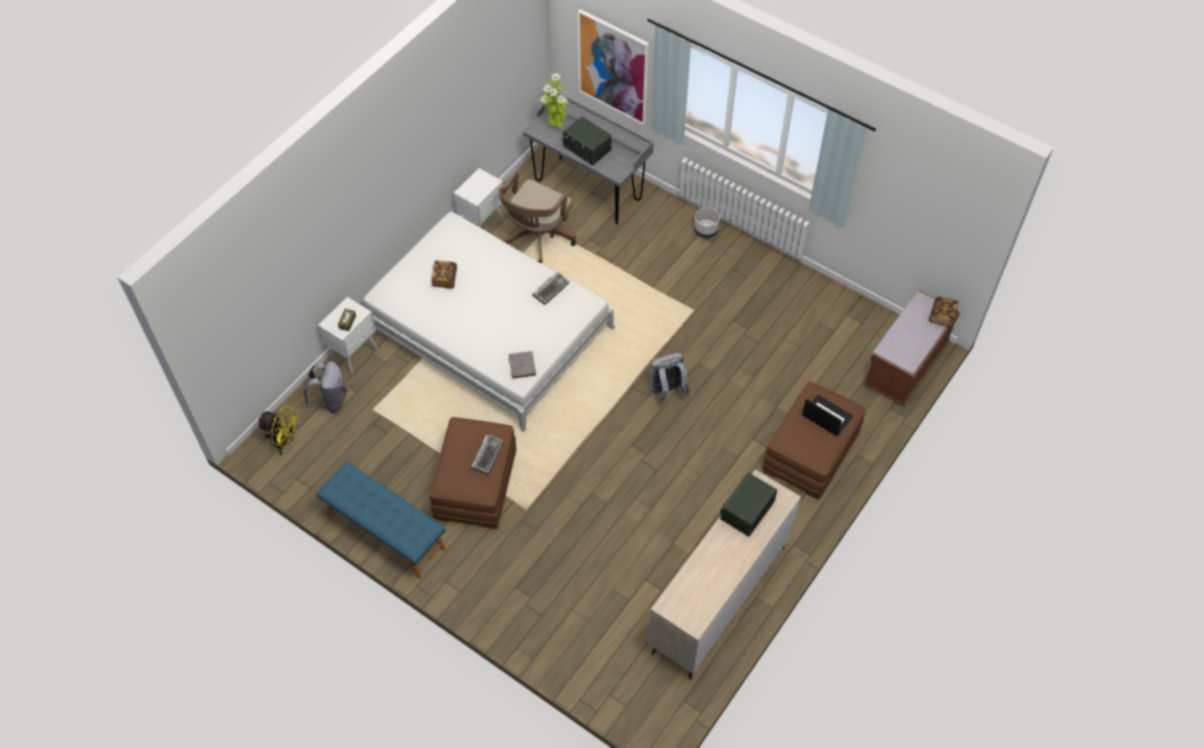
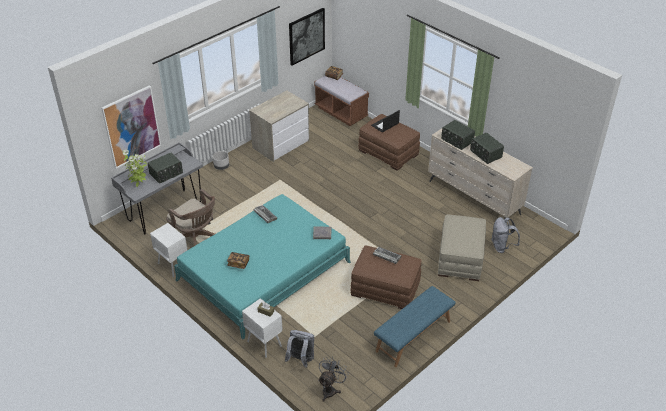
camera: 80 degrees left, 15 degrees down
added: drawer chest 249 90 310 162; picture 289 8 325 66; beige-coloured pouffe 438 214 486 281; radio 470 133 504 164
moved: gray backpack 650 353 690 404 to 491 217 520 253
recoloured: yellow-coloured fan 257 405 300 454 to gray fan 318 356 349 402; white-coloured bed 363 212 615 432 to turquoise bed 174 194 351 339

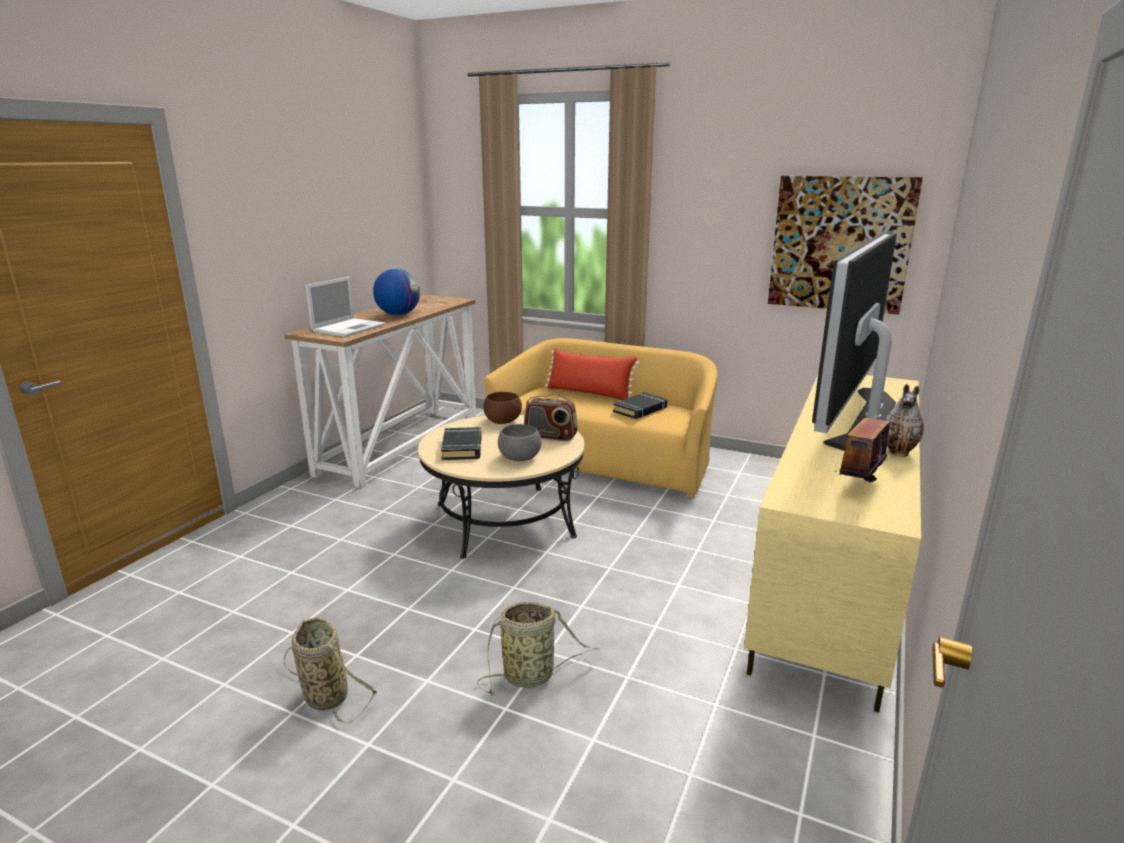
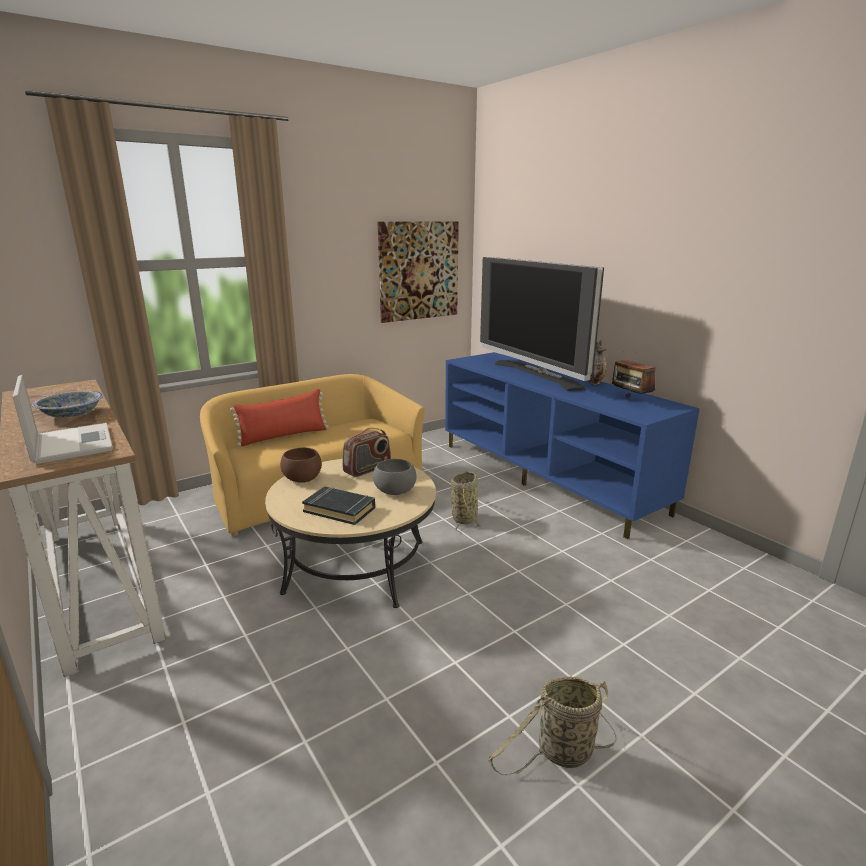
camera: 60 degrees left, 0 degrees up
removed: black-coloured bound book 613 393 667 419
moved: storage basket 477 602 600 696 to 451 471 481 532
replaced: desk globe 373 269 420 315 to deep dish 32 391 103 417
recoloured: beige-coloured tv stand 744 375 921 712 to blue tv stand 445 352 700 539

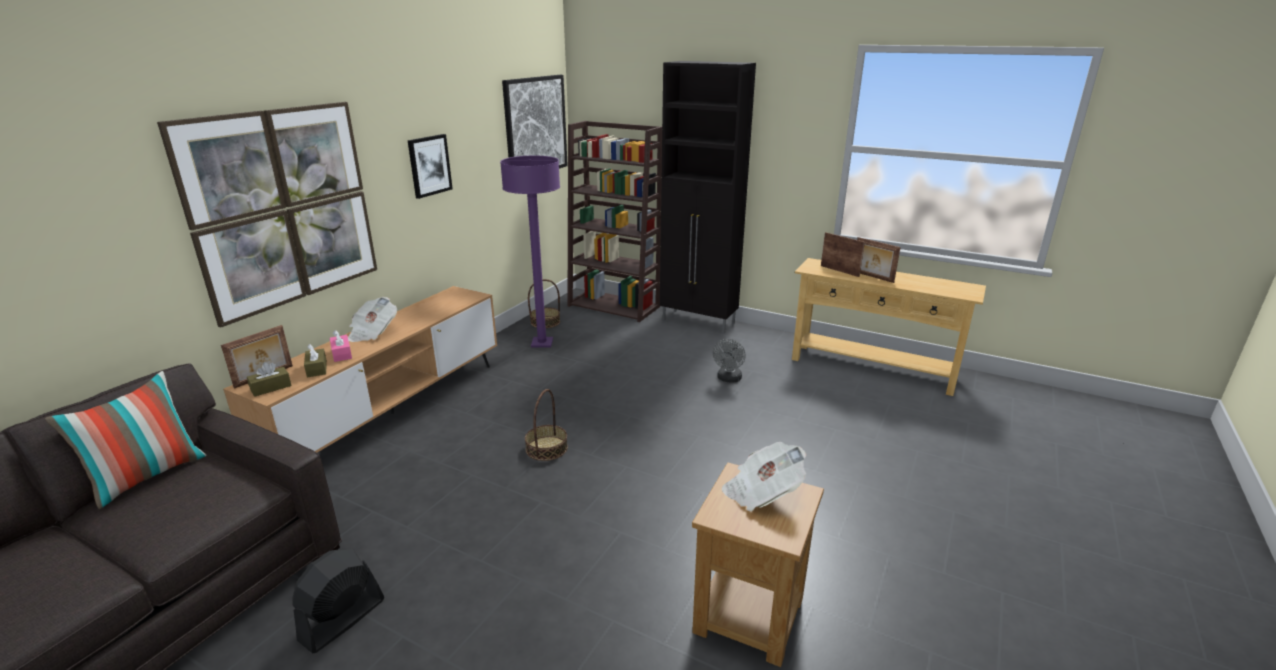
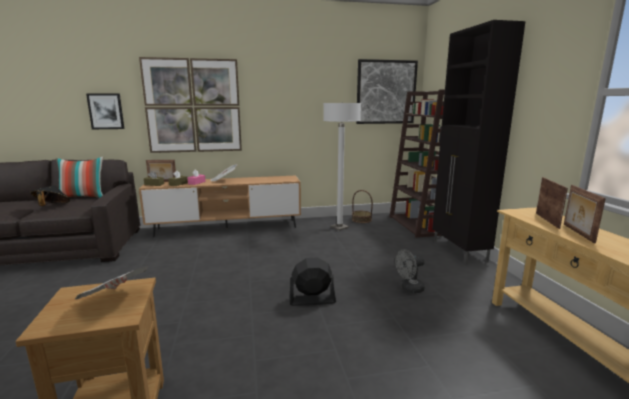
camera: 50 degrees right, 10 degrees down
removed: storage basket 525 389 568 461
added: black-coloured clothing hat 30 185 70 206
moved: black-coloured fan 292 549 385 653 to 289 258 336 306; picture 408 134 453 199 to 86 93 124 129
recoloured: purple-coloured standing lamp 500 156 560 348 to white-coloured standing lamp 323 102 361 231

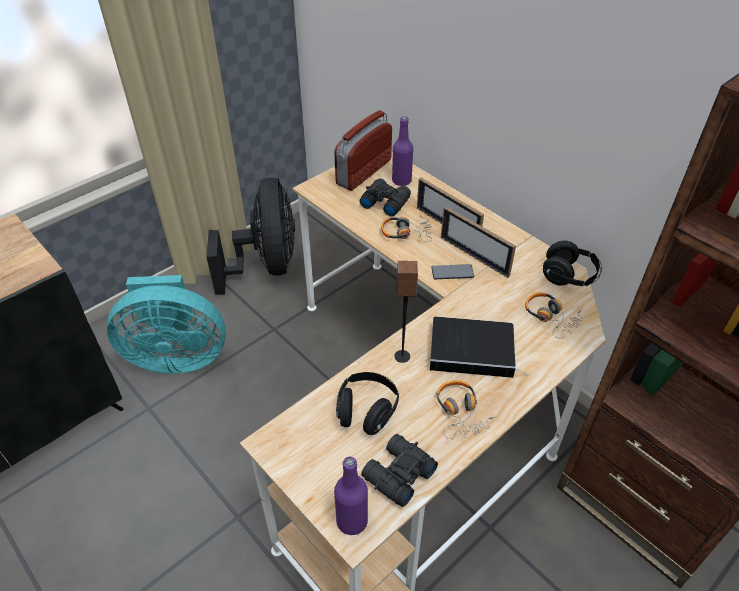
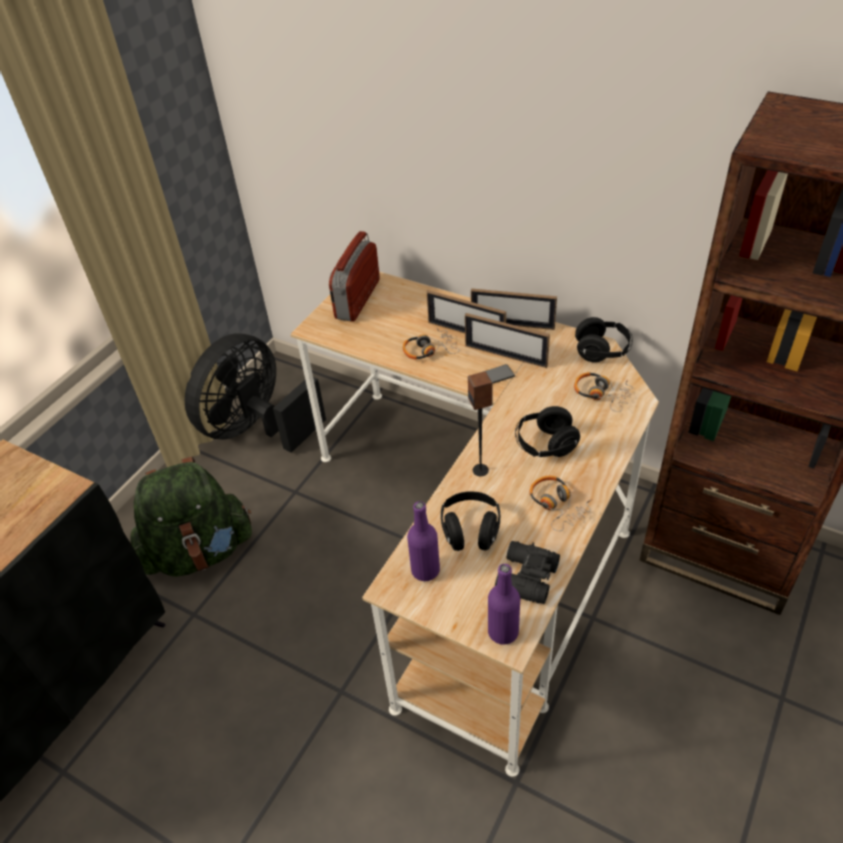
camera: 15 degrees left, 0 degrees up
removed: black-coloured pair of binoculars 360 179 411 216
added: picture frame 471 288 557 330
moved: purple-coloured bottle 392 116 413 186 to 407 501 440 581
replaced: turquoise fan 107 275 226 373 to green backpack 130 457 252 577; bound book 430 316 529 378 to black-coloured headphones 515 406 580 457
turned: black-coloured fan 206 178 295 295 = 185 334 326 453 120 degrees counterclockwise

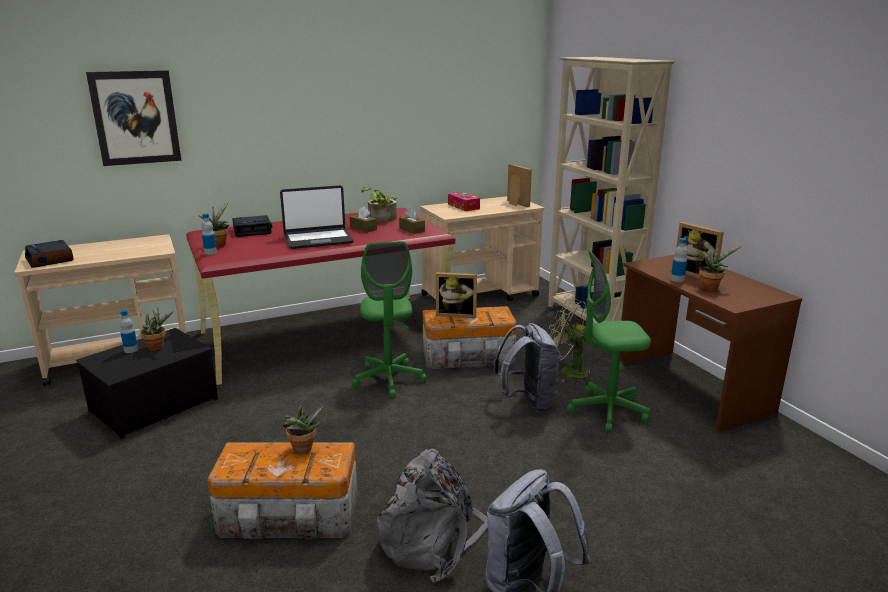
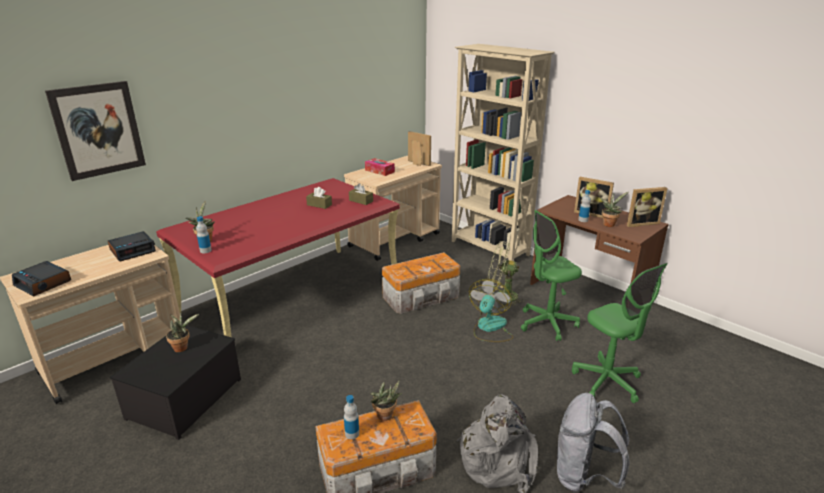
camera: 20 degrees left, 5 degrees up
removed: laptop 280 185 354 249; plant in a pot 361 186 397 222
moved: bottle 120 310 138 353 to 344 395 359 439; bedside clock 232 215 272 237 to 108 231 156 261; green computer chair 352 241 427 398 to 572 263 668 403; picture frame 436 272 477 318 to 627 187 667 227
replaced: gray backpack 493 323 560 412 to fan 469 279 513 342

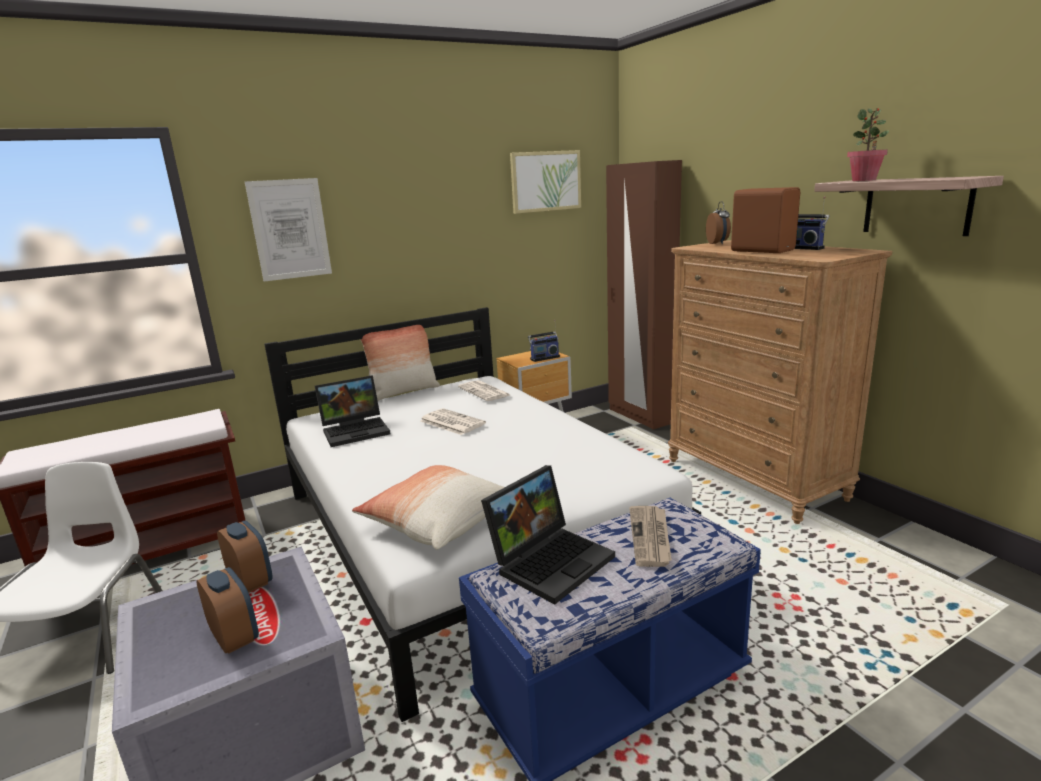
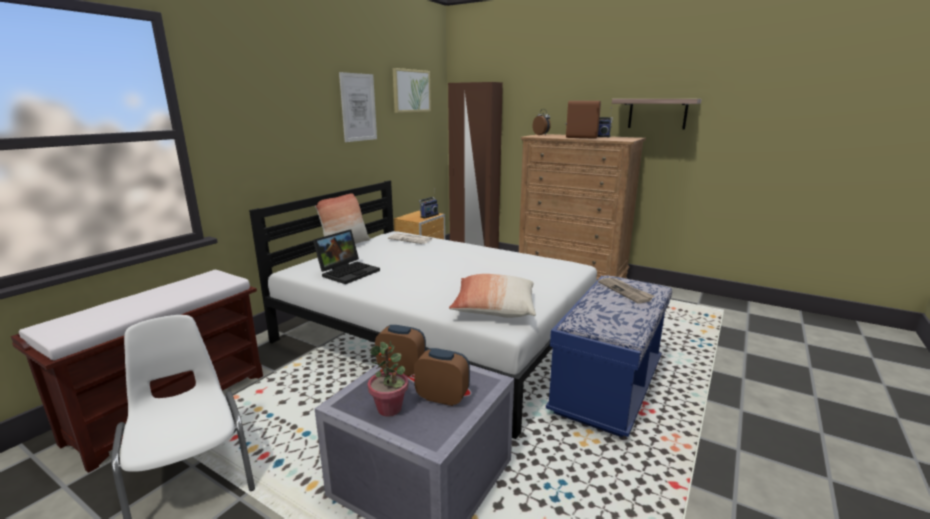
camera: 30 degrees left, 0 degrees up
removed: newspaper 420 408 486 435; laptop 481 465 615 605
moved: picture 245 178 332 282 to 339 72 377 142; plant in a pot 847 108 889 181 to 368 341 409 416

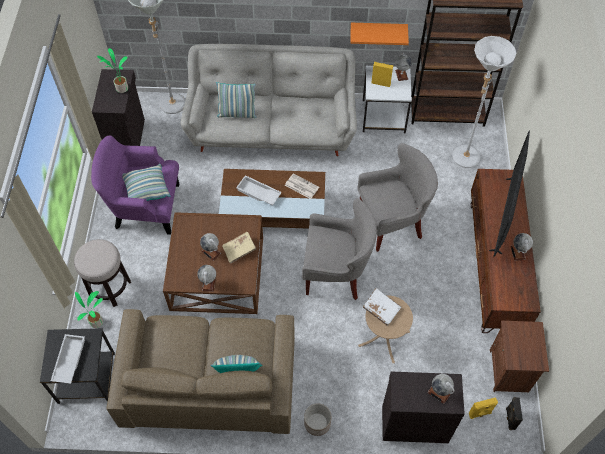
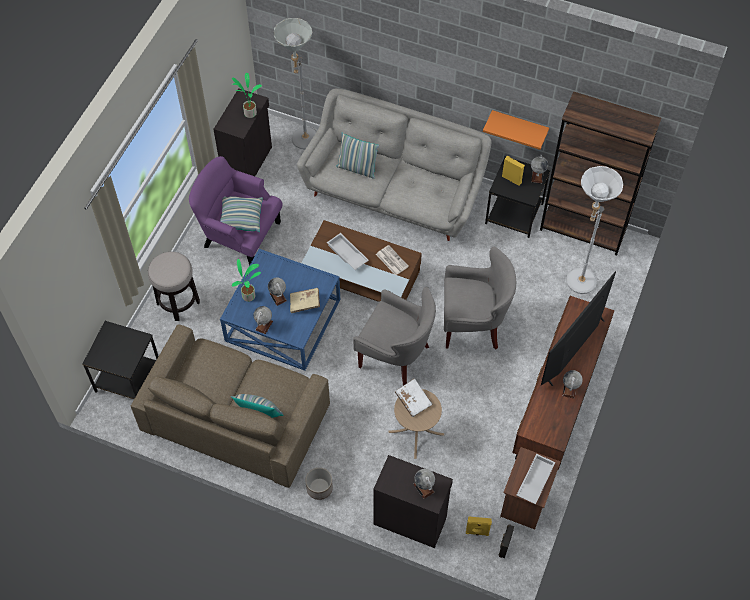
camera: 20 degrees right, 0 degrees up
moved: white-coloured tray 51 334 85 384 to 517 454 555 504; plant in a pot 75 291 103 328 to 232 259 261 302
recoloured: brown lounge table 163 212 263 314 to blue lounge table 220 249 340 371; white-coloured side table 363 66 412 134 to black-coloured side table 485 156 550 238

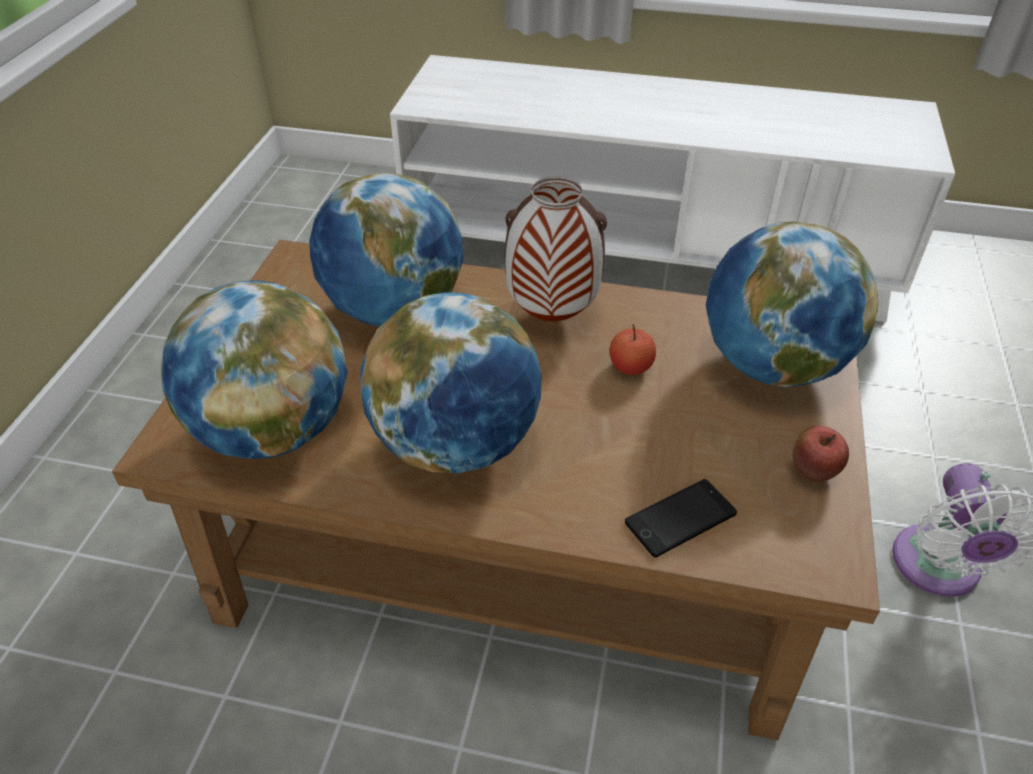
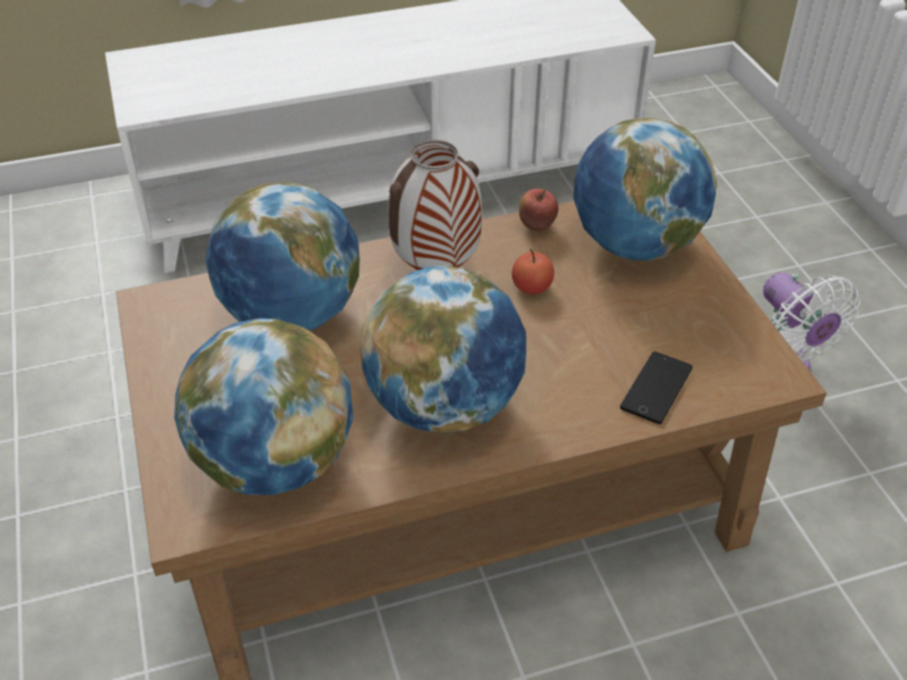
camera: 30 degrees left, 0 degrees up
moved: apple 793 426 849 482 to 519 189 558 232

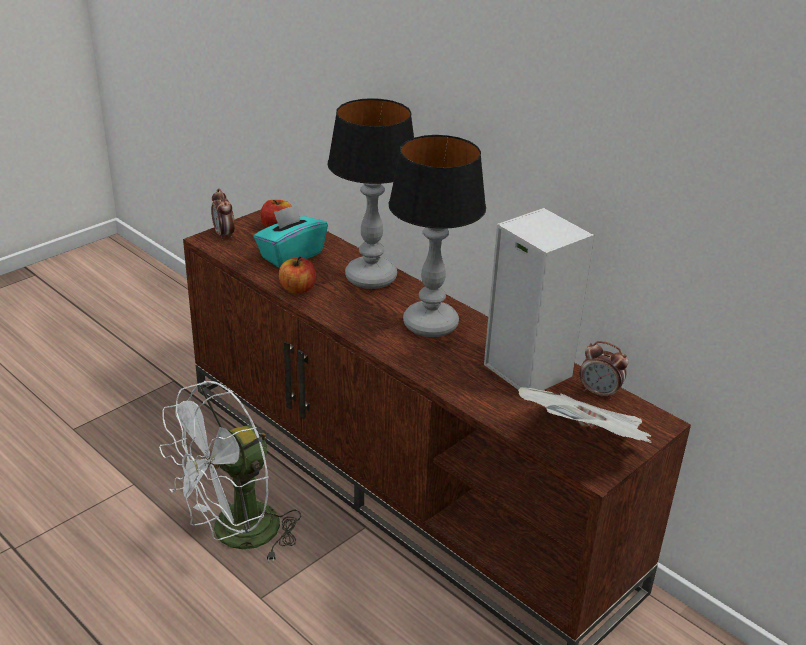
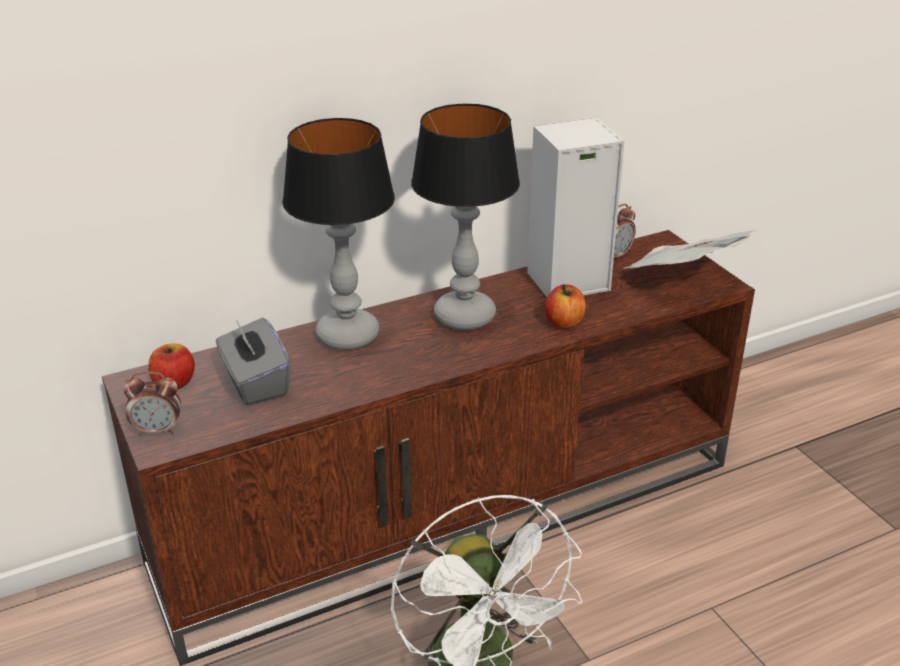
camera: 70 degrees left, 0 degrees up
moved: apple 279 257 316 294 to 545 284 586 329
recoloured: turquoise tissue box 253 204 328 268 to gray tissue box 216 318 291 405

